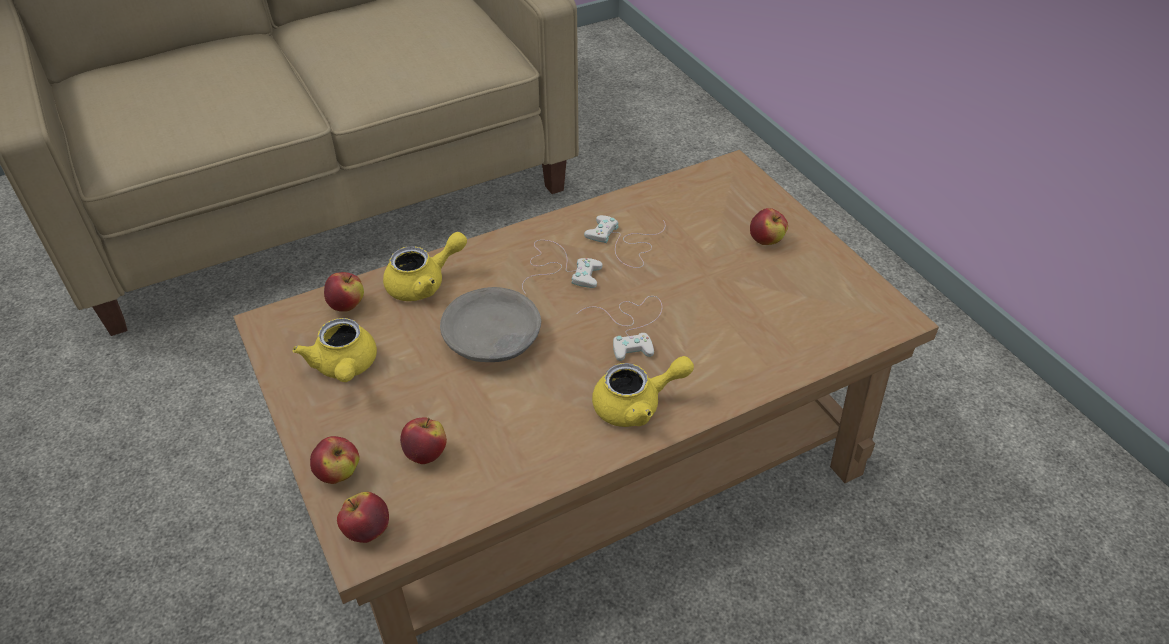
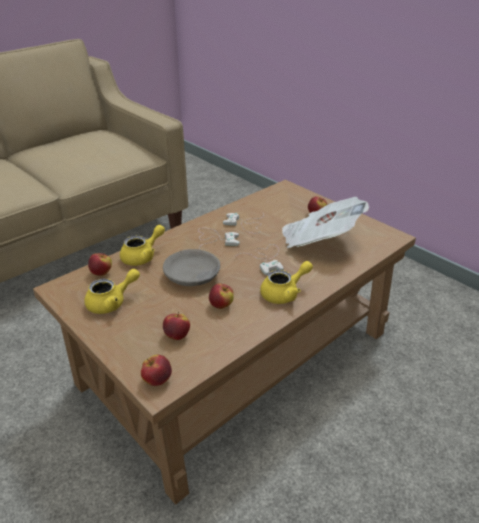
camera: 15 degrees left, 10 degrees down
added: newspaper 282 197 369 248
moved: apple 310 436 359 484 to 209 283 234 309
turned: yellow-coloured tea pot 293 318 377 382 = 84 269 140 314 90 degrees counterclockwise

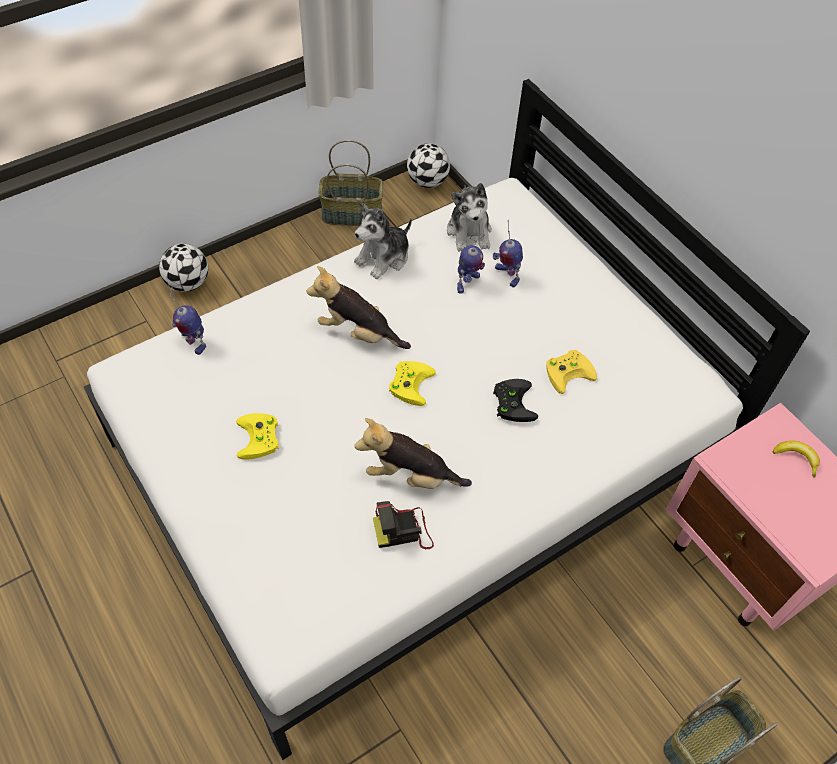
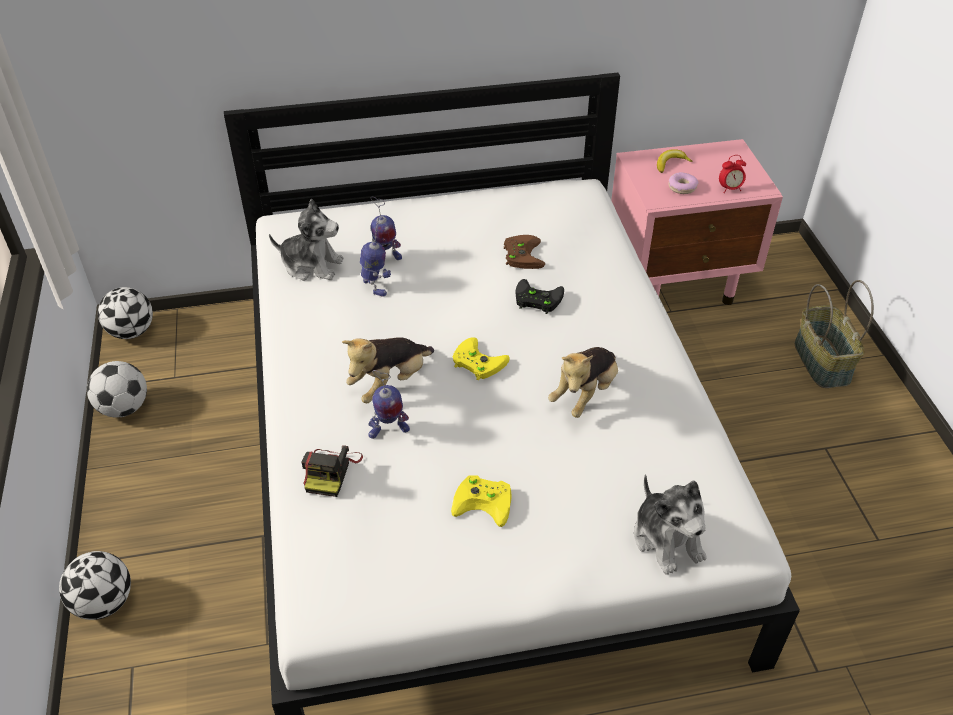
camera: 65 degrees left, 10 degrees down
added: ring doughnut 668 172 699 194; bedside clock 719 155 746 193
moved: robot figure 170 287 206 355 to 368 370 410 439; plush toy 354 203 412 279 to 634 474 707 575; photo camera 373 501 434 549 to 302 445 363 497
replaced: storage basket 319 140 384 226 to football 87 361 147 418
recoloured: yellow-coloured gamepad 546 350 597 394 to brown gamepad 504 235 545 269

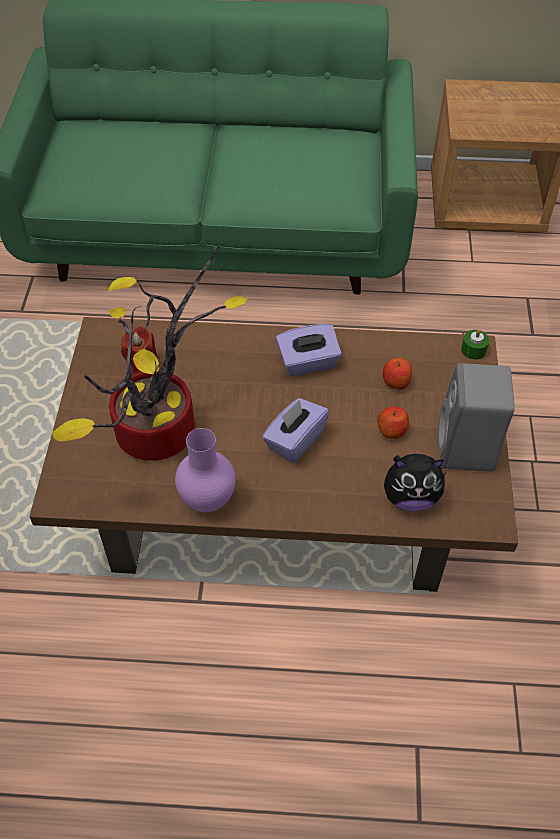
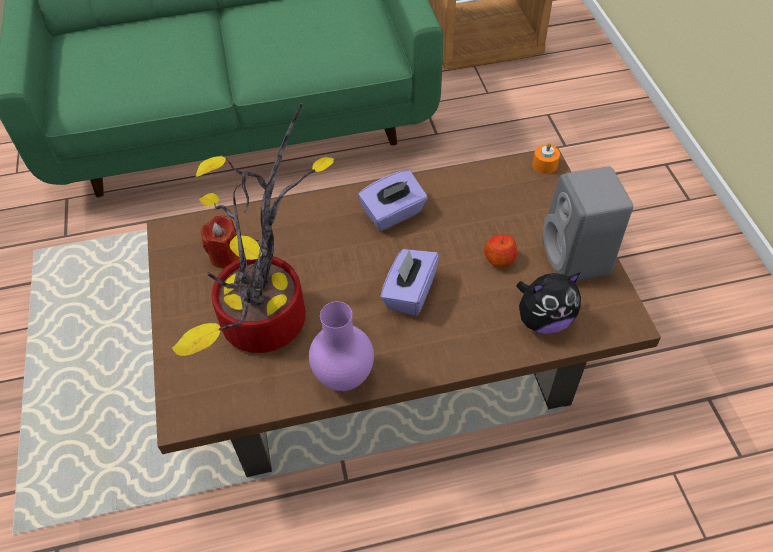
camera: 15 degrees left, 0 degrees up
removed: apple 383 358 412 390
recoloured: green wax light 461 329 489 360 to orange-coloured wax light 533 143 560 174

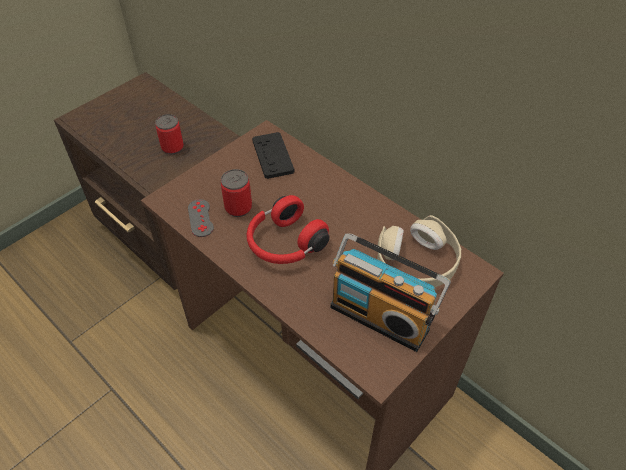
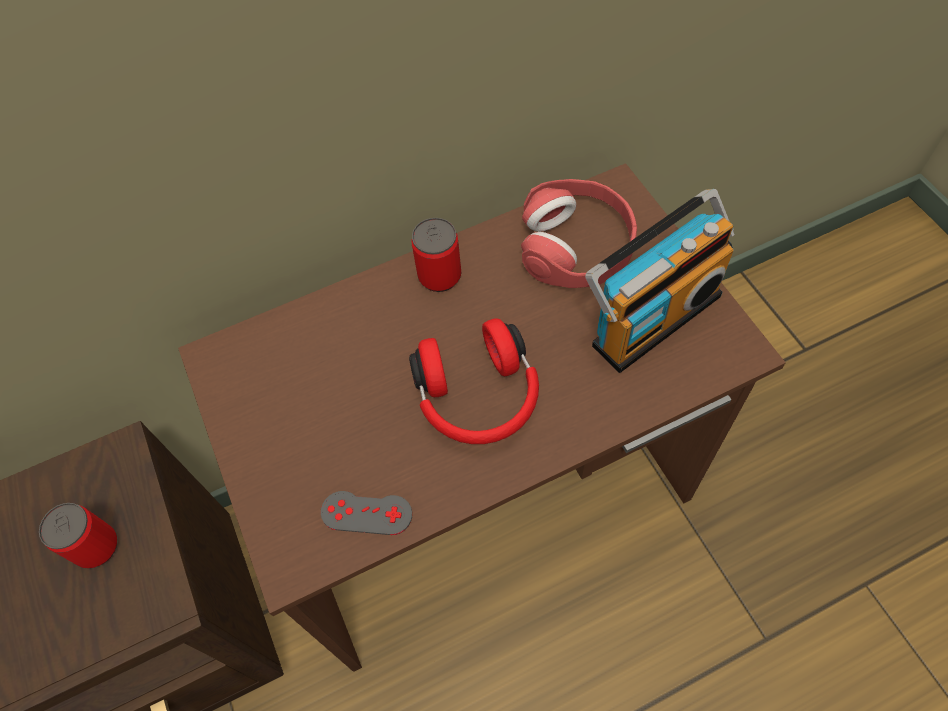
camera: 65 degrees left, 10 degrees up
removed: black-coloured gamepad 252 132 294 179
moved: metal can 221 169 252 217 to 412 218 461 292
recoloured: beige-coloured headphones 377 215 461 287 to red headphones 521 179 637 288

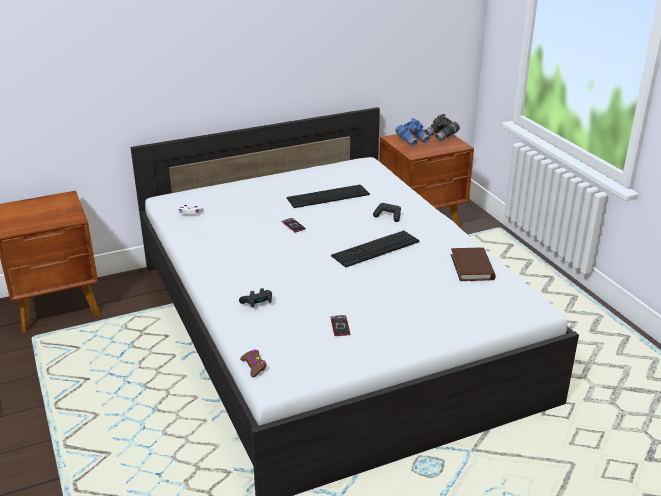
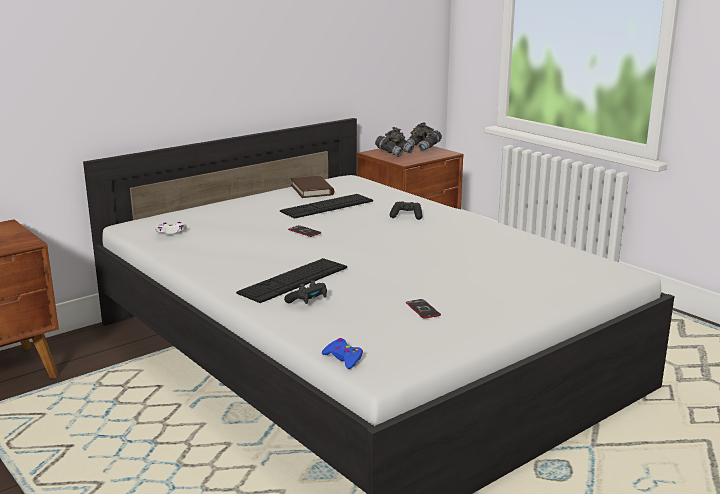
camera: 15 degrees left, 10 degrees down
moved: keyboard 331 231 420 267 to 236 258 347 303; brown bound book 451 248 496 281 to 291 176 334 198
recoloured: brown gamepad 240 350 267 377 to blue gamepad 322 338 363 369; blue pair of binoculars 395 118 430 146 to gray pair of binoculars 375 127 414 157

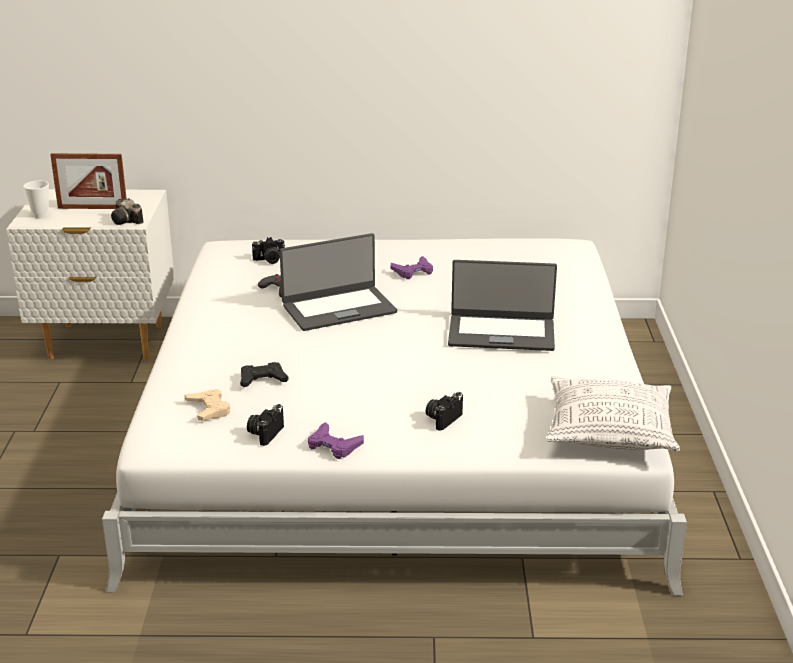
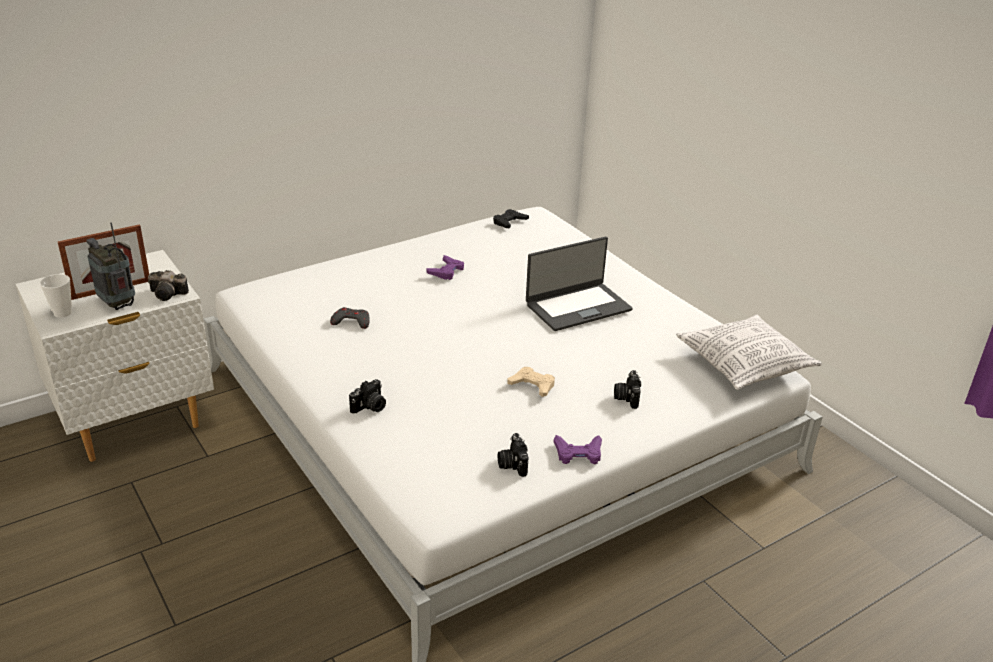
camera: 35 degrees left, 5 degrees up
removed: laptop 280 233 397 331
added: radio 86 223 135 310
moved: beige-coloured gamepad 185 389 231 421 to 507 367 555 397; black-coloured gamepad 240 362 289 387 to 493 209 529 228; photo camera 252 237 285 264 to 349 379 386 414

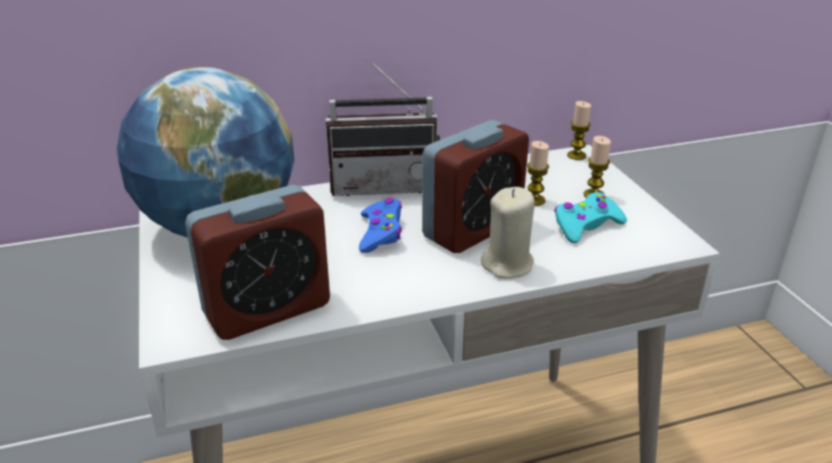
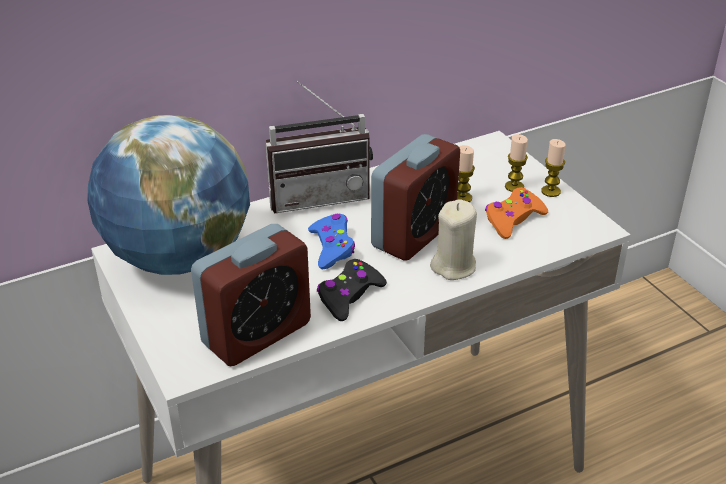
camera: 10 degrees left, 5 degrees up
added: black-coloured gamepad 317 259 387 321
moved: wax light 567 101 591 160 to 541 139 566 197
recoloured: turquoise gamepad 554 192 627 243 to orange-coloured gamepad 485 187 548 239

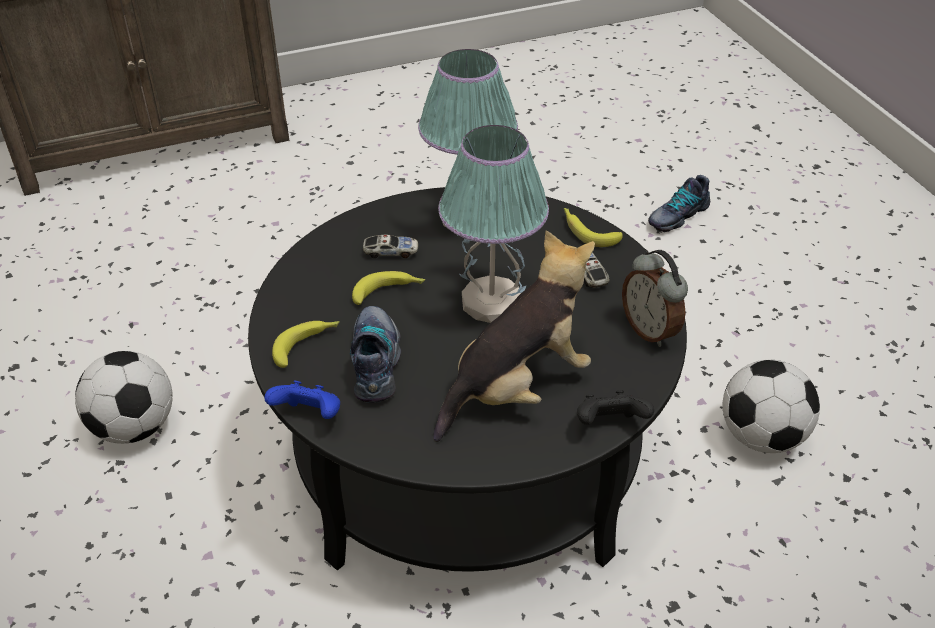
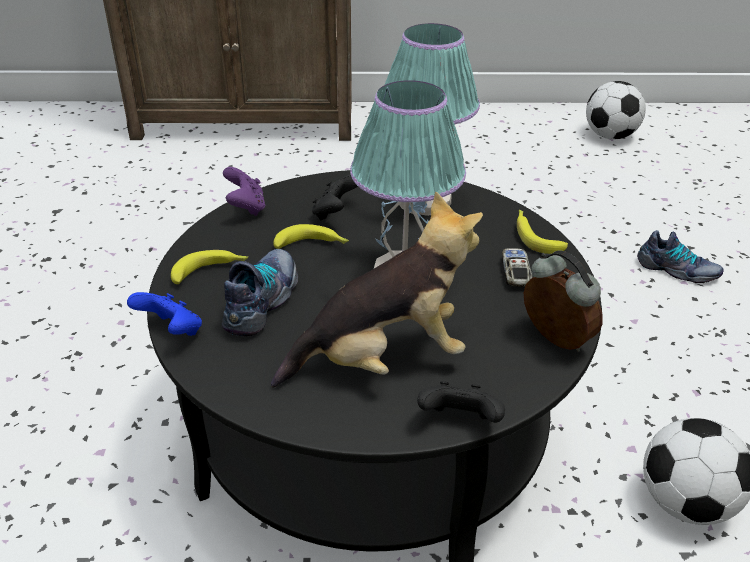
camera: 20 degrees right, 5 degrees down
added: purple-coloured gamepad 223 167 265 216
moved: football 75 351 173 444 to 586 81 646 139
replaced: model car 363 235 418 258 to black-coloured gamepad 312 174 358 220
turned: bedside clock 622 250 688 347 = 524 251 602 352 150 degrees clockwise; item of footwear 648 175 710 232 = 637 230 724 283 135 degrees counterclockwise

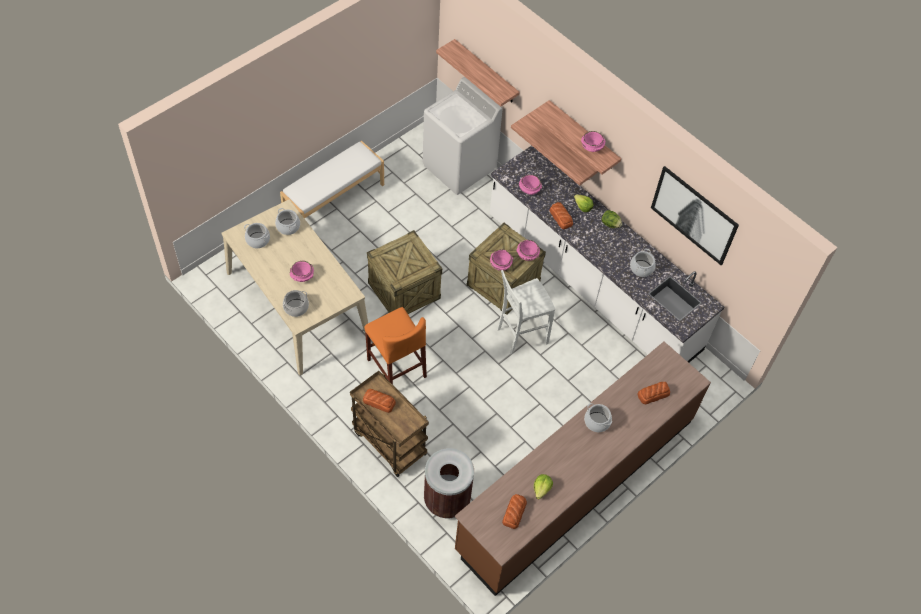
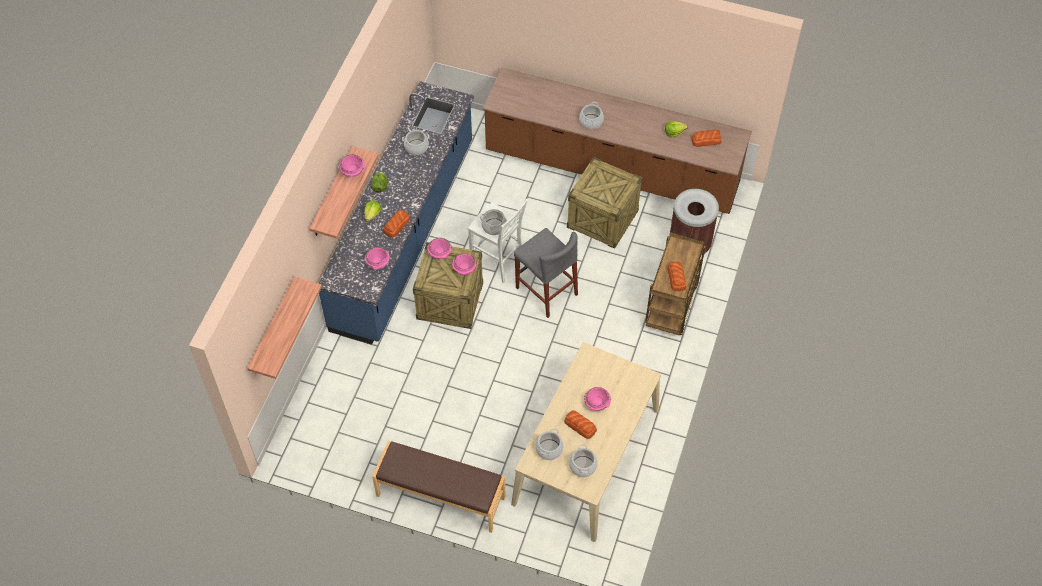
camera: 115 degrees left, 0 degrees up
removed: orange-coloured sitting stool 364 307 427 384; white-coloured washing machine 423 77 502 195; shelf 511 113 598 186; picture 651 166 739 265
added: gray sitting stool 514 228 578 318
moved: stockpot 283 290 309 317 to 480 209 508 235; shipping crate 367 230 442 314 to 567 157 642 249; bread 637 382 670 404 to 564 410 597 439
recoloured: white-coloured long seat 280 141 384 219 to brown long seat 372 441 505 533; white-coloured kitchen counter 490 145 724 363 to blue kitchen counter 318 81 474 344

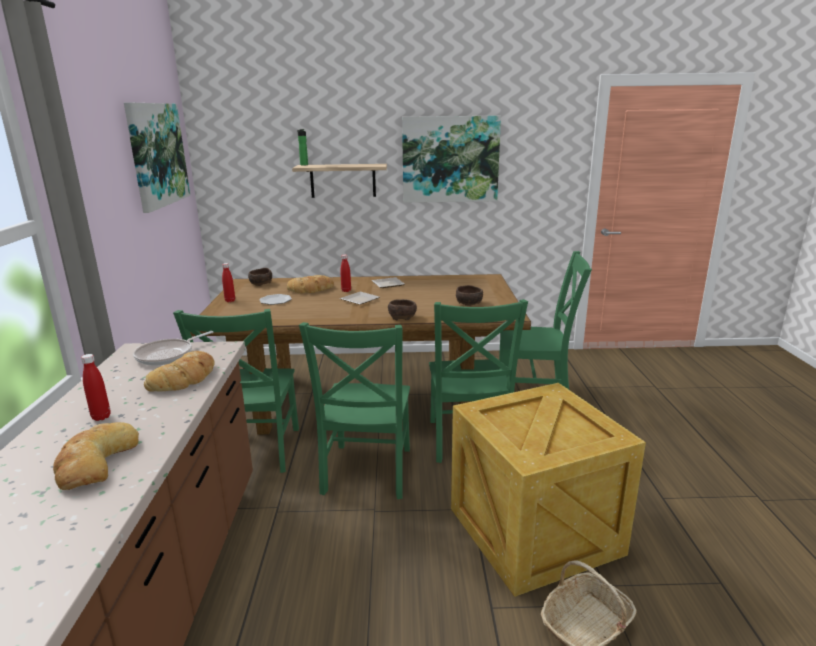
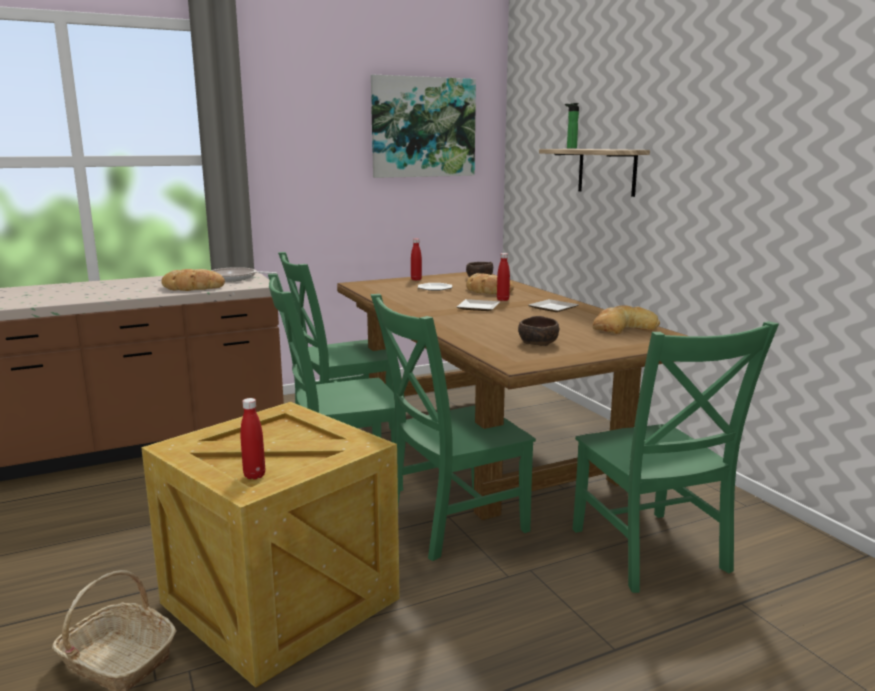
camera: 65 degrees right, 5 degrees down
removed: brown deep dish 388 299 417 320; picture 402 116 501 203
moved: bread 53 422 139 490 to 593 305 660 334; red bottle 81 354 111 421 to 240 398 265 480

